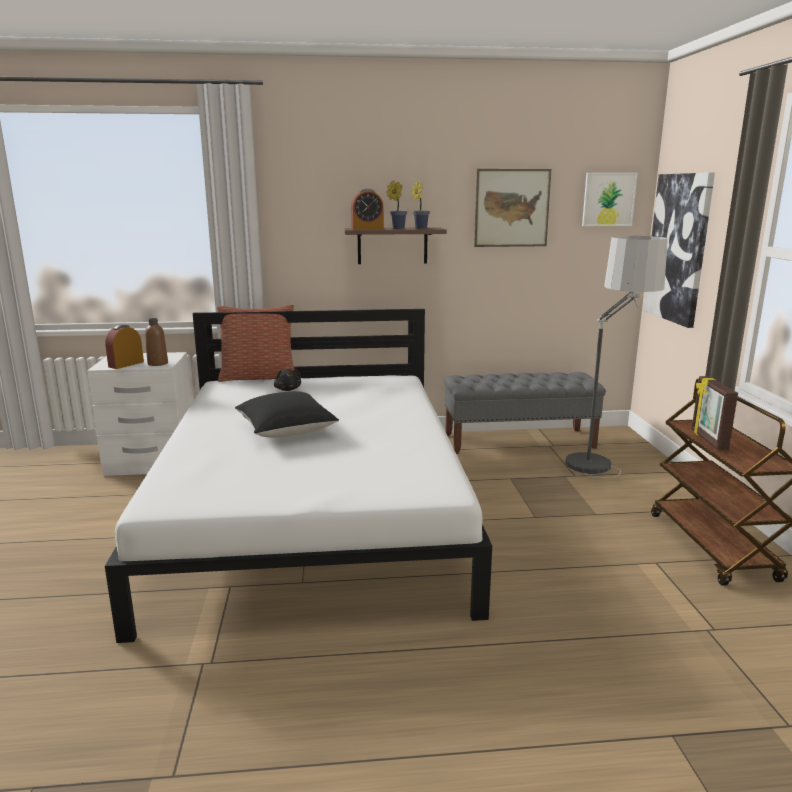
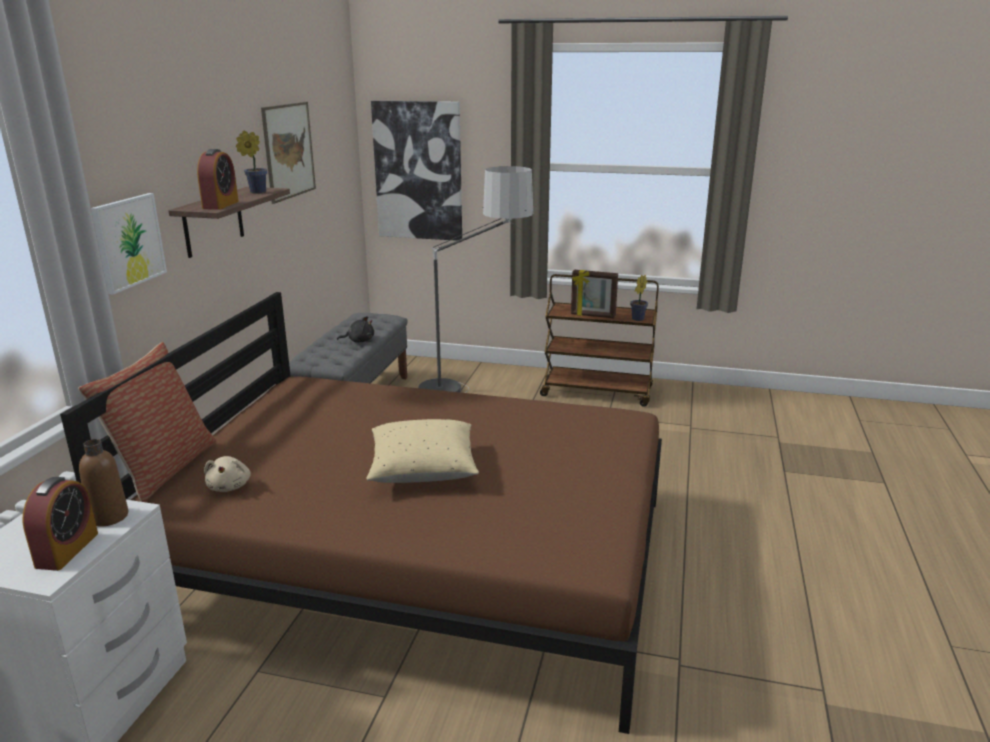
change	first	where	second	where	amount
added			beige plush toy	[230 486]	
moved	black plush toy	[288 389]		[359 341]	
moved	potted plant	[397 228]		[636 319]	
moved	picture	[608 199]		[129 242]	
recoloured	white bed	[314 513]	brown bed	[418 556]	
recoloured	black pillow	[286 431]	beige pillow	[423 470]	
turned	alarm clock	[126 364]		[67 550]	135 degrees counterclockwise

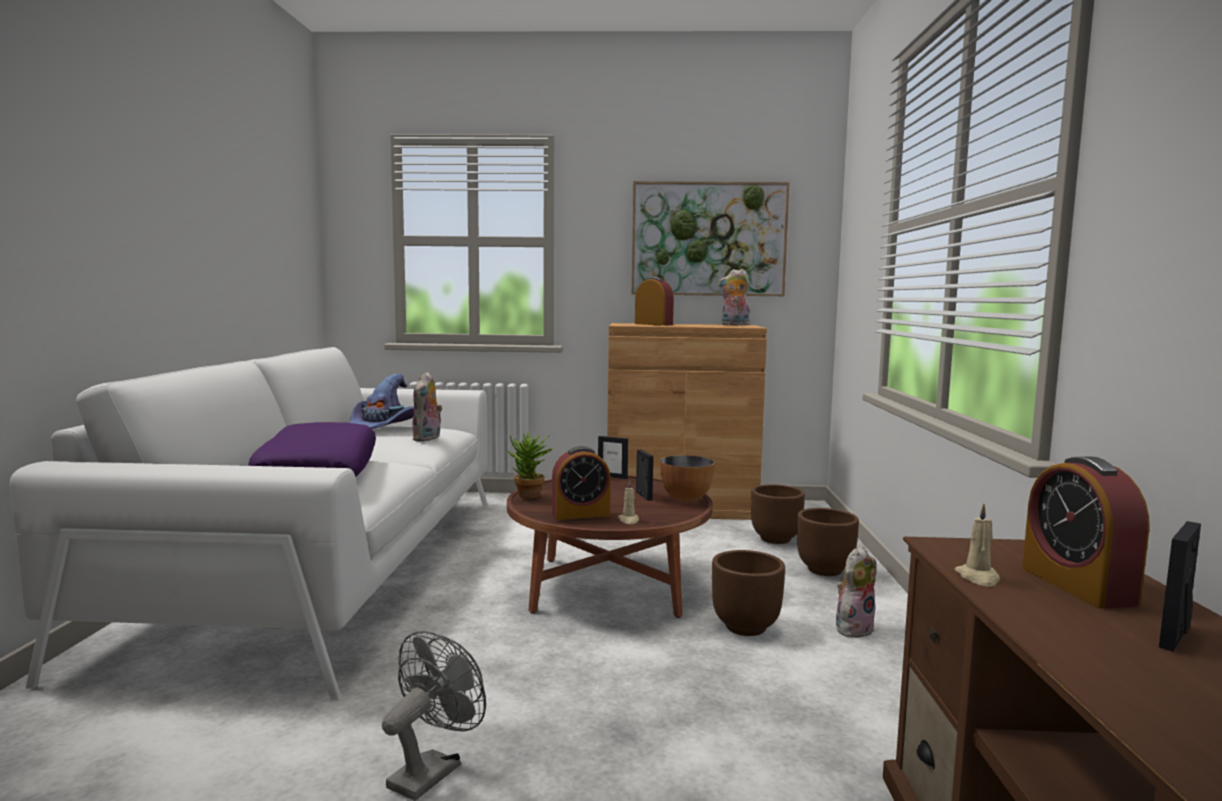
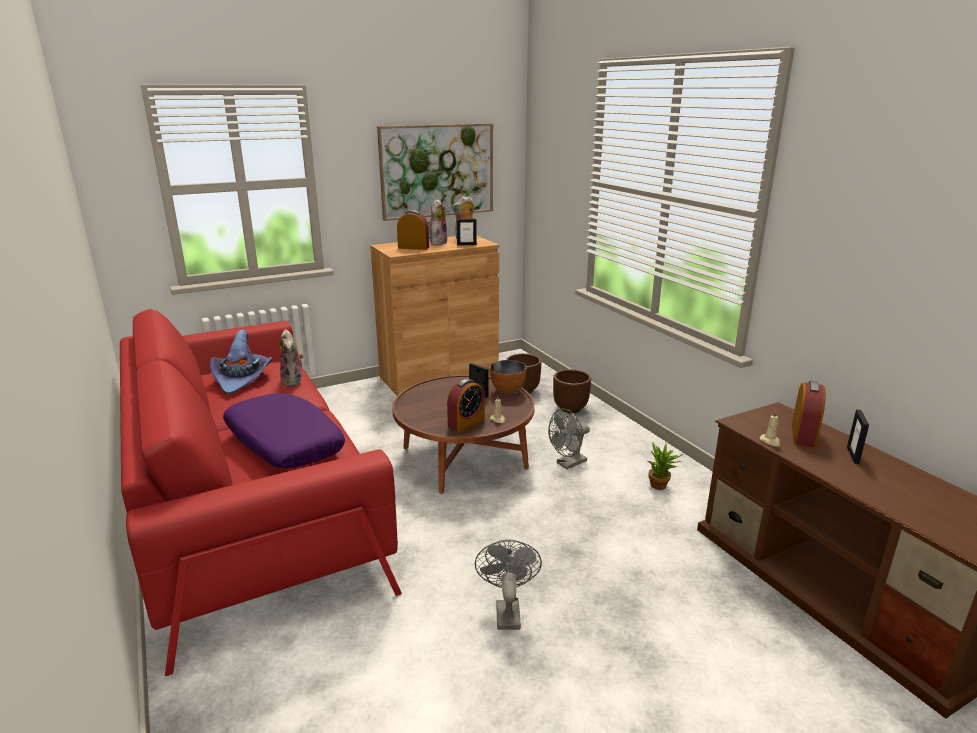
change	first	where	second	where	amount
moved	potted plant	[529 496]		[661 487]	
moved	picture frame	[612 477]		[466 245]	
moved	plush toy	[853 628]		[437 242]	
replaced	brown planter	[746 628]	grey fan	[568 464]	
recoloured	white sofa	[329 567]	red sofa	[250 501]	
turned	alarm clock	[1077 586]		[803 435]	120 degrees counterclockwise

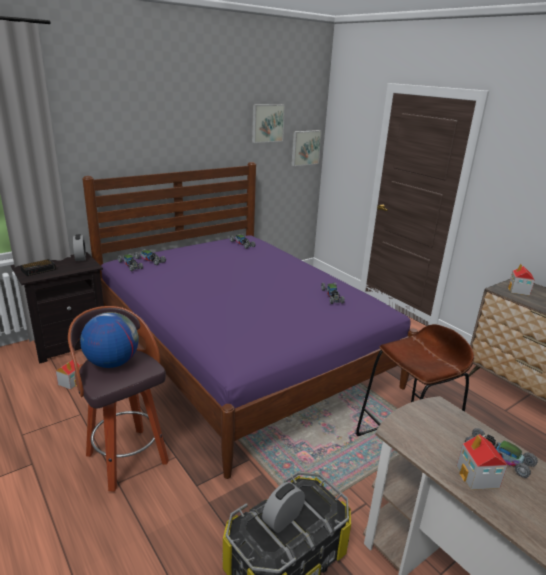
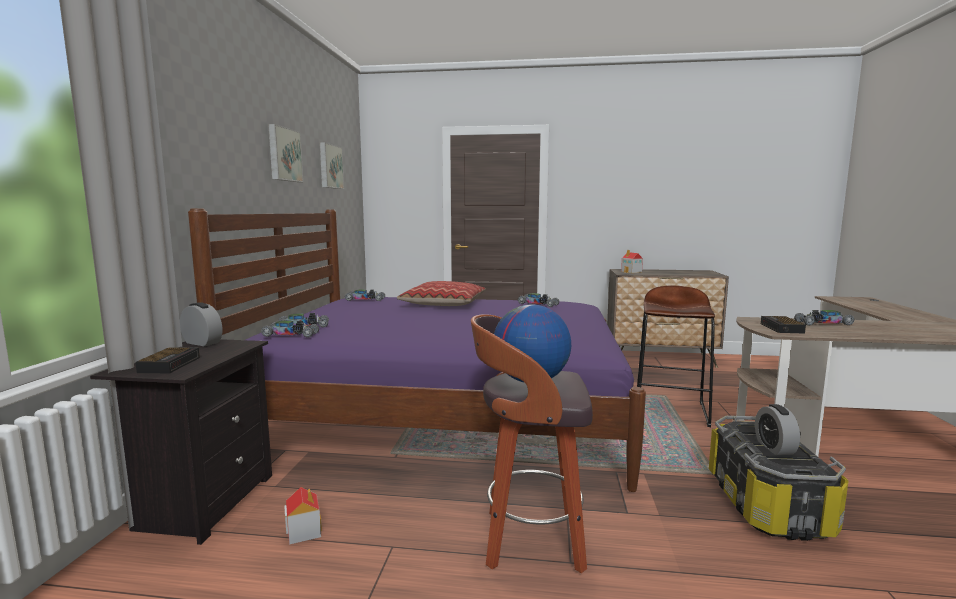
change	first	where	second	where	amount
removed	toy house	[478 477]			
added			pillow	[443 304]	
added			alarm clock	[782 328]	
moved	picture	[305 147]		[283 154]	

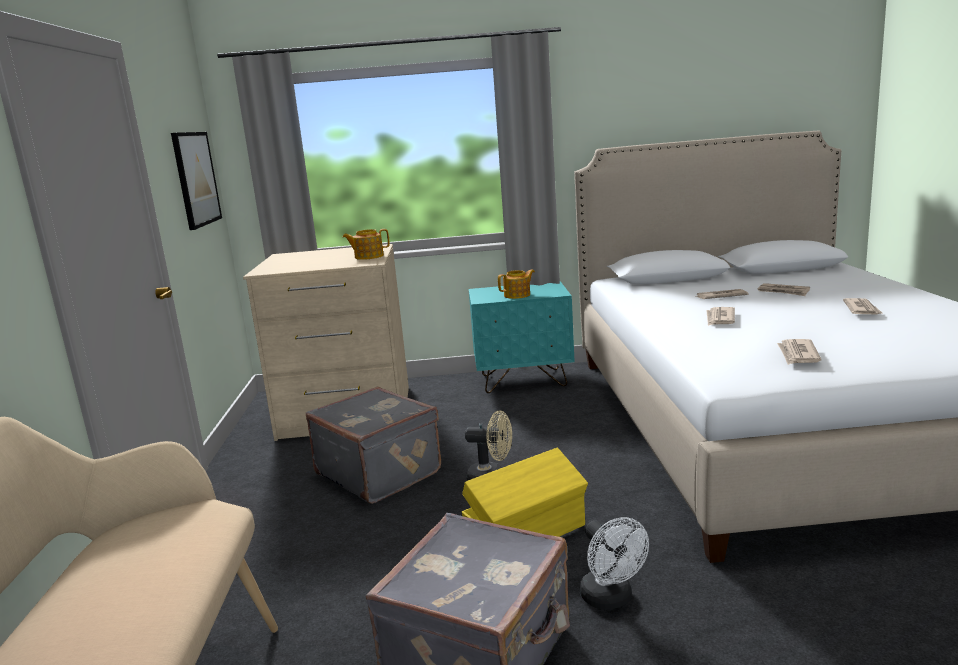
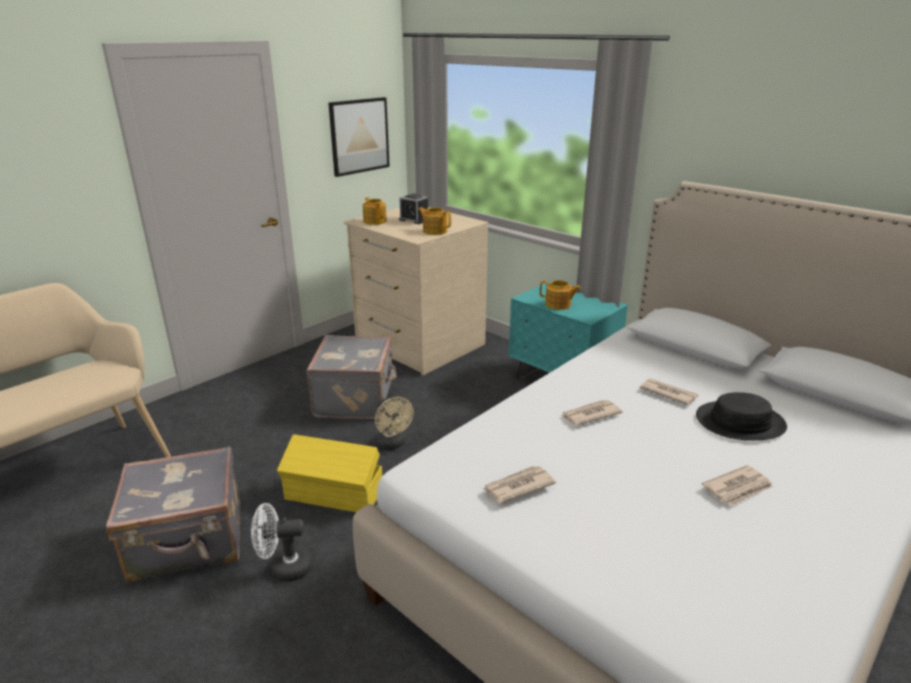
change	first	where	second	where	amount
added			teapot	[375 221]	
added			alarm clock	[414 220]	
replaced	newspaper	[783 292]	black hat	[740 422]	
turned	white fan	[611 599]		[284 568]	60 degrees clockwise

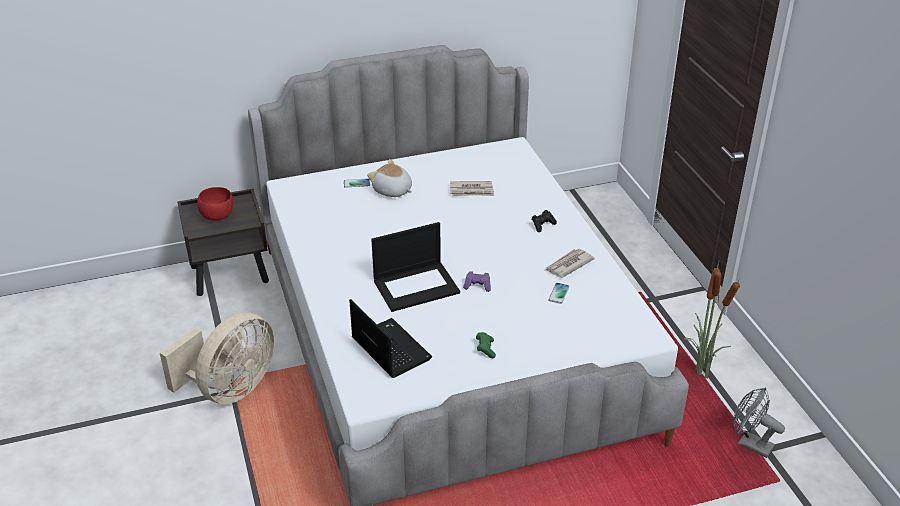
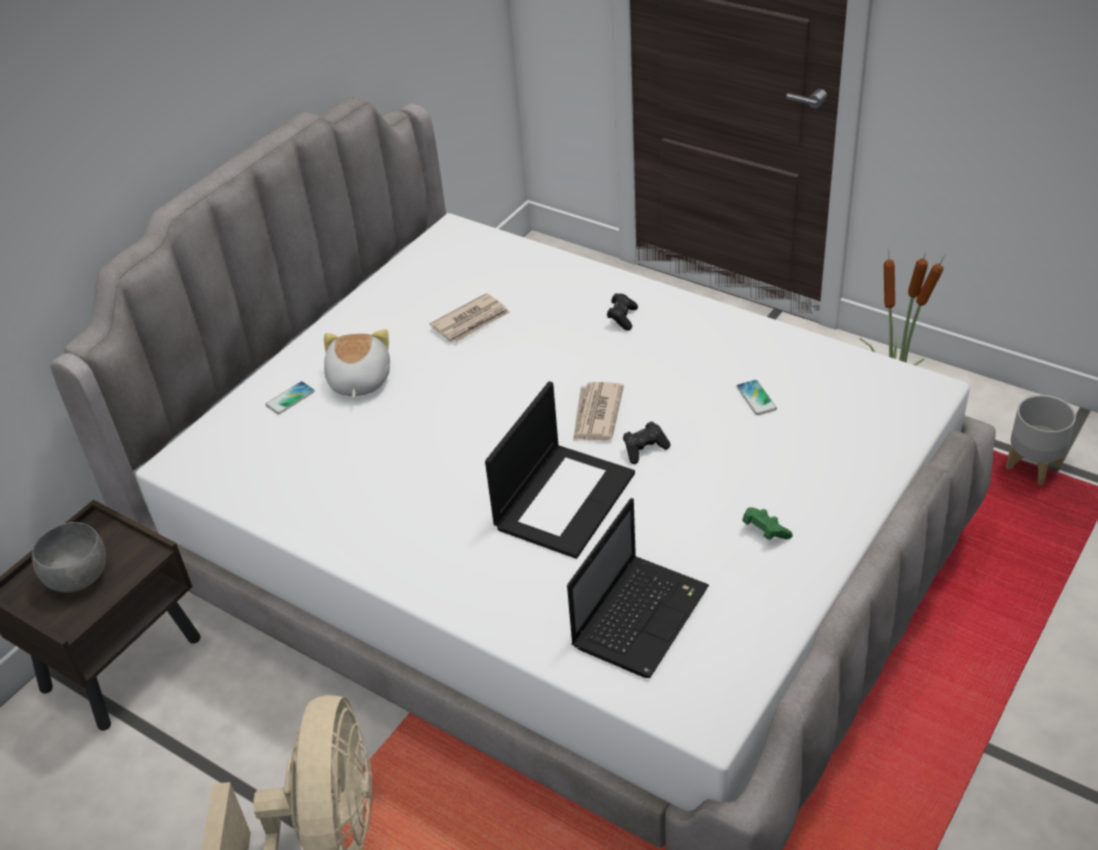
change	first	where	second	where	amount
moved	newspaper	[568 265]		[596 415]	
replaced	grey fan	[749 444]	grey planter	[1033 468]	
recoloured	red bowl	[218 216]	grey bowl	[79 577]	
recoloured	purple game controller	[477 286]	black game controller	[644 449]	
turned	laptop	[389 348]		[641 615]	105 degrees clockwise
turned	plush toy	[392 191]		[358 381]	90 degrees clockwise

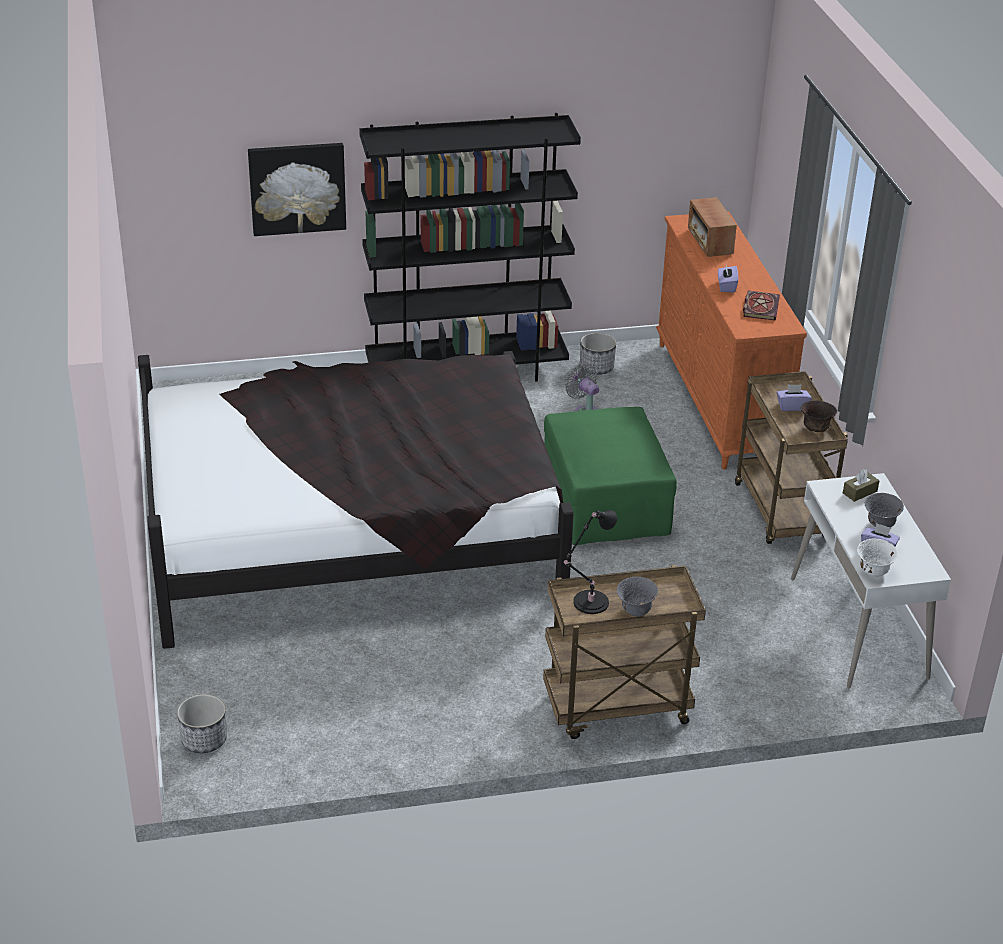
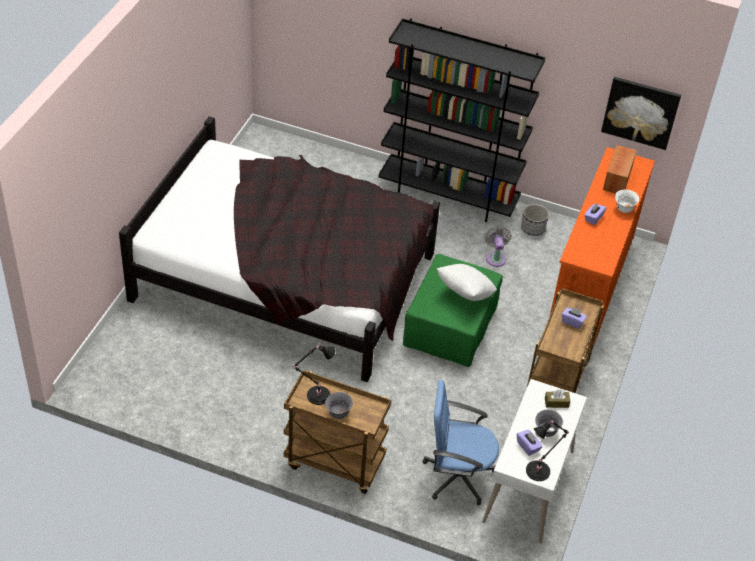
change	first	where	second	where	amount
removed	planter	[204 740]			
removed	book	[760 307]			
removed	brown bowl	[815 429]			
added			blue office chair	[457 475]	
added			white pillow	[464 294]	
added			black table lamp	[540 470]	
moved	picture	[297 188]		[640 112]	
moved	white bowl	[874 572]		[624 209]	

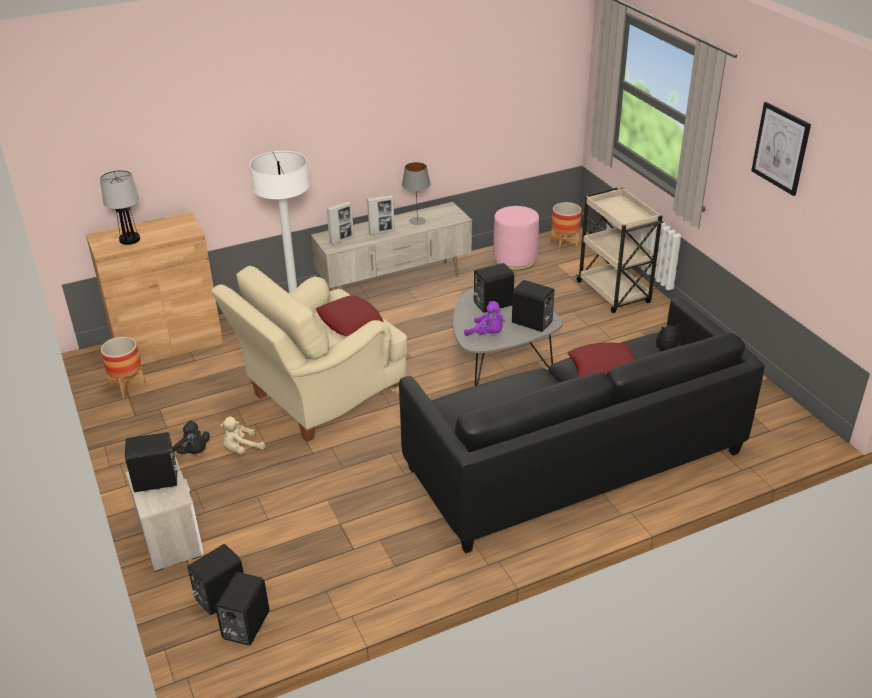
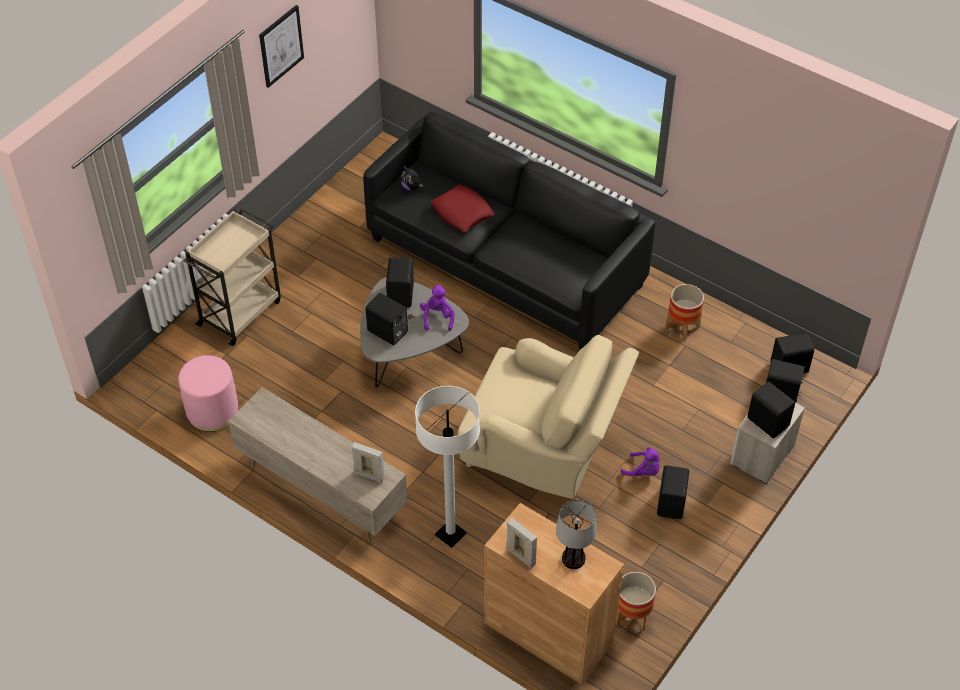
change	first	where	second	where	amount
removed	red pillow	[349 321]			
removed	grey table lamp	[417 221]			
moved	picture frame	[382 232]		[521 556]	
moved	planter	[564 245]		[682 327]	
replaced	black plush toy	[192 452]	black speaker	[672 503]	
recoloured	beige plush toy	[242 449]	purple plush toy	[643 471]	

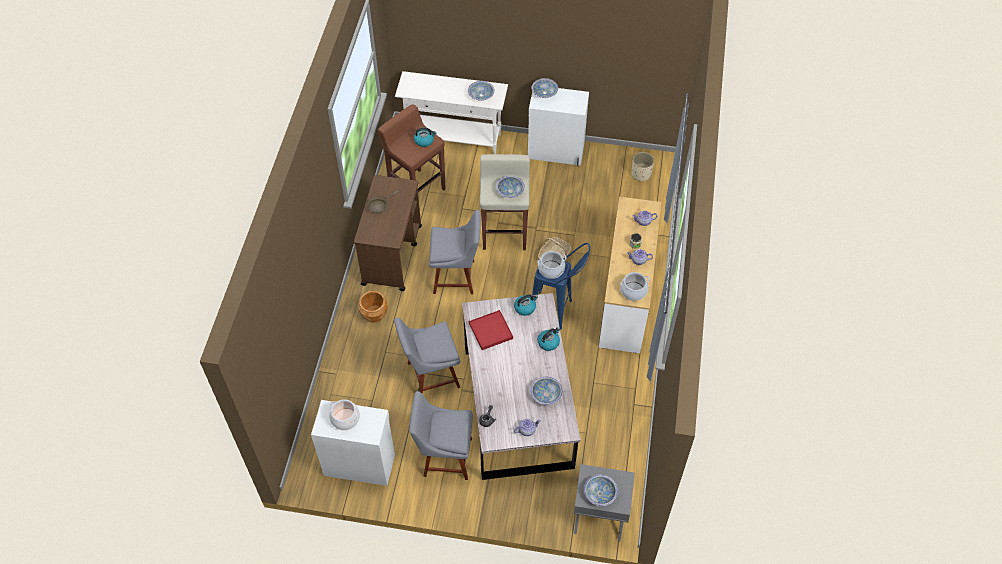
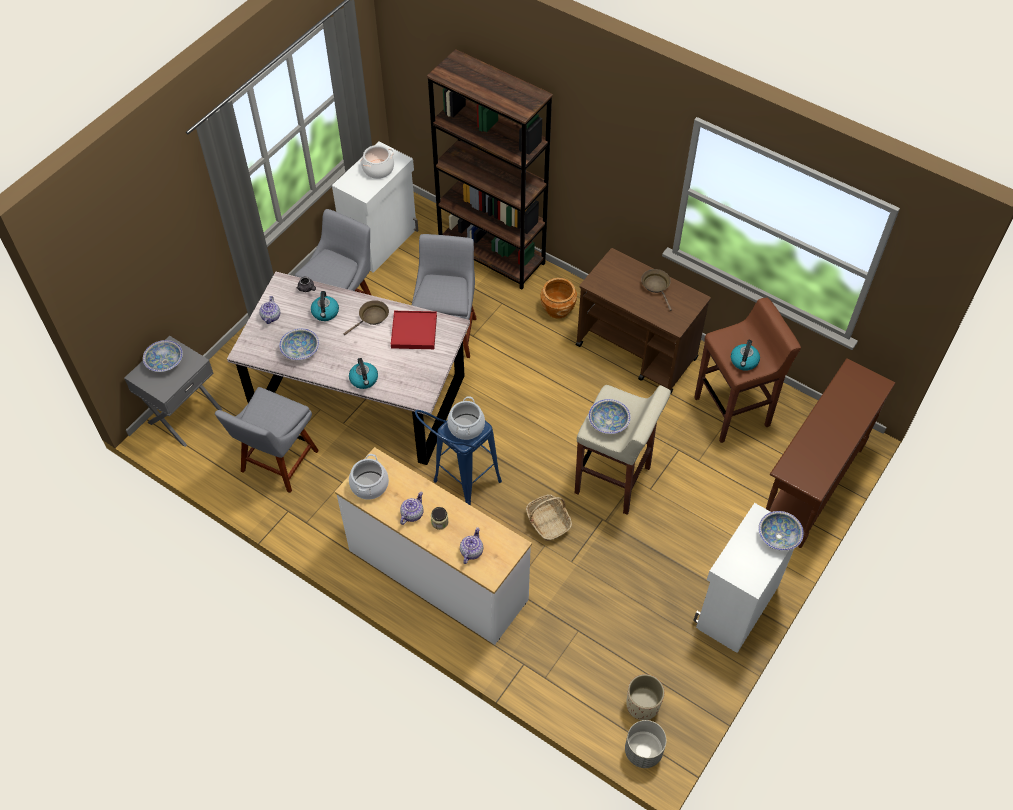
change	first	where	second	where	amount
removed	bowl	[481 95]			
added			brown frying pan	[372 317]	
added			brown bookcase	[492 254]	
added			grey planter	[643 751]	
moved	grey chair	[457 277]		[277 464]	
moved	kettle	[525 307]		[325 313]	
recoloured	white console table	[454 139]	brown console table	[811 487]	

